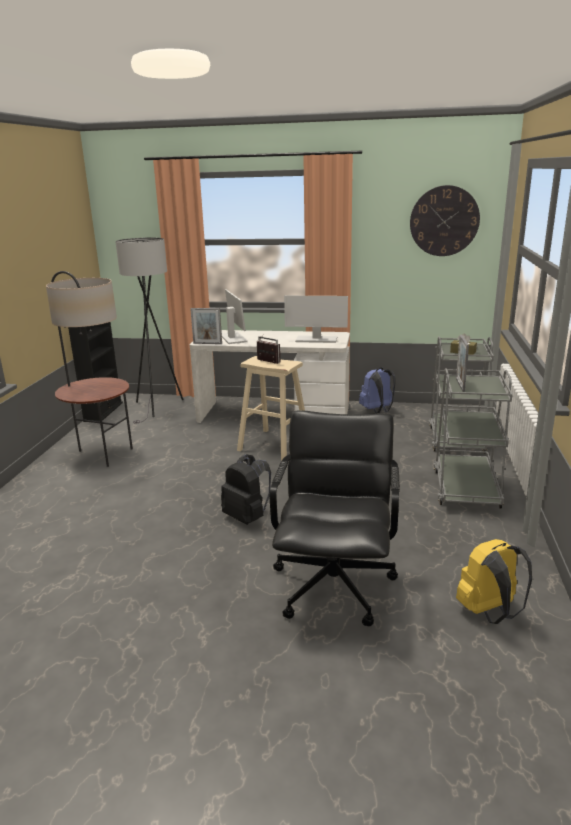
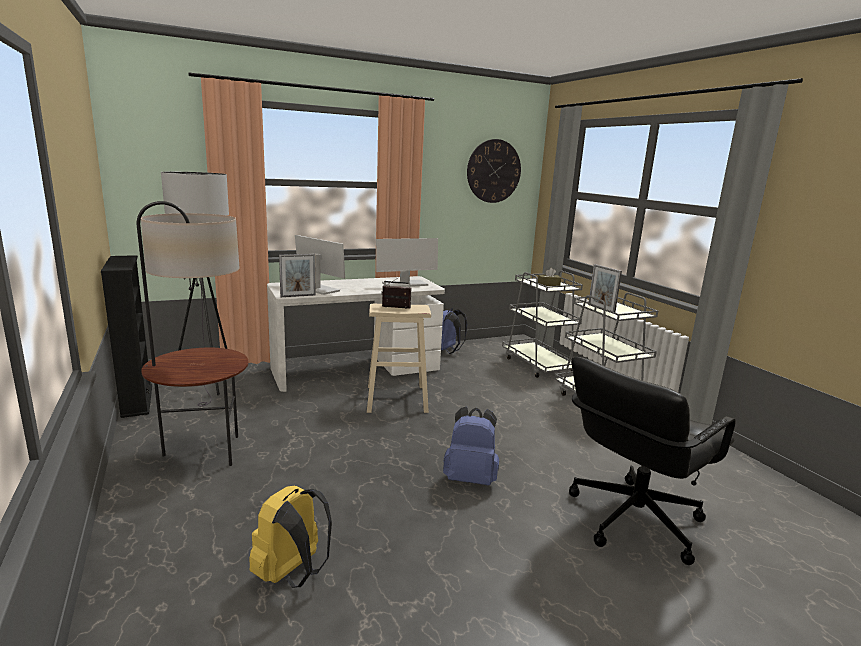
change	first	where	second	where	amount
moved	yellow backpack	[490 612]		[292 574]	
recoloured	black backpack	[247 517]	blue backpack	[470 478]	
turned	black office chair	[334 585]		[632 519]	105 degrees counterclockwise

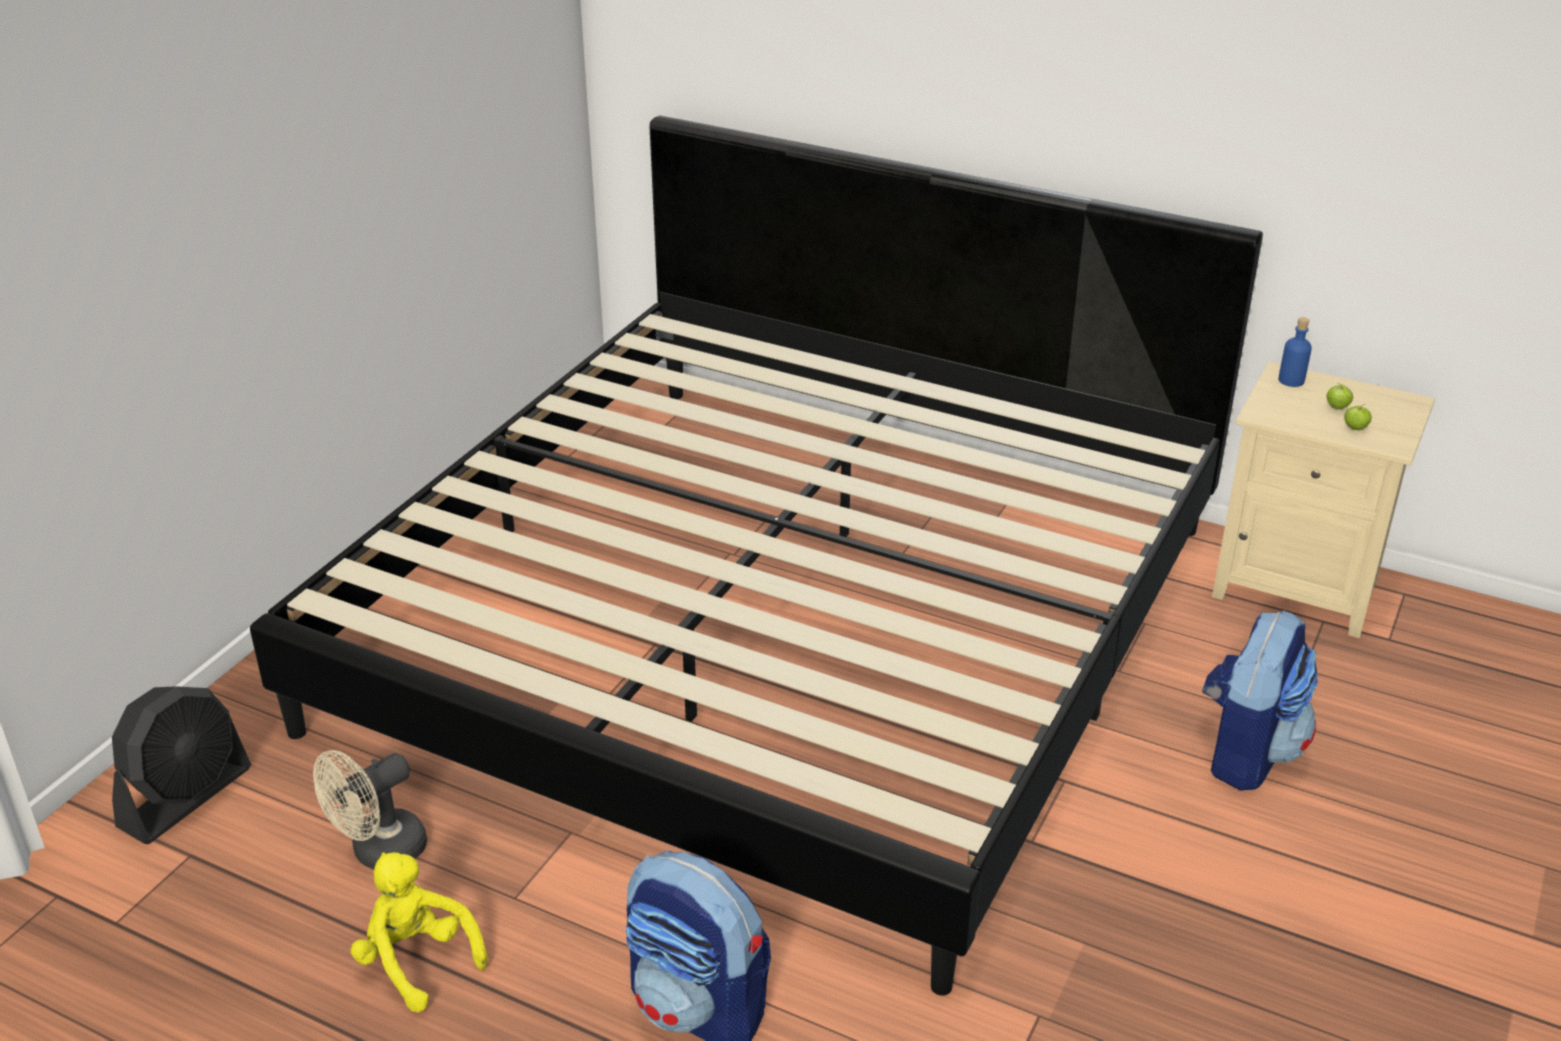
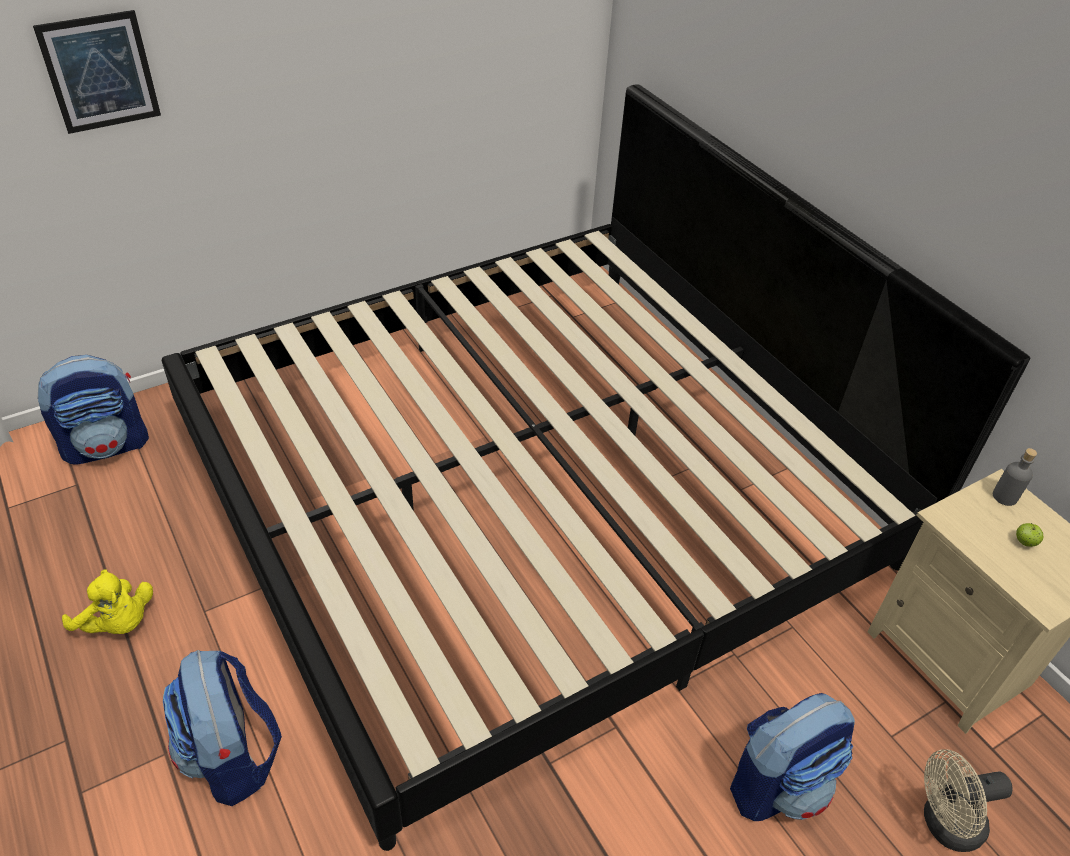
change	first	where	second	where	amount
removed	apple	[1355 428]			
added			picture	[100 72]	
moved	beige fan	[379 852]		[944 825]	
replaced	black fan	[186 797]	backpack	[107 445]	
recoloured	blue bottle	[1291 380]	grey bottle	[1004 496]	
turned	yellow plush toy	[417 960]		[118 623]	135 degrees clockwise

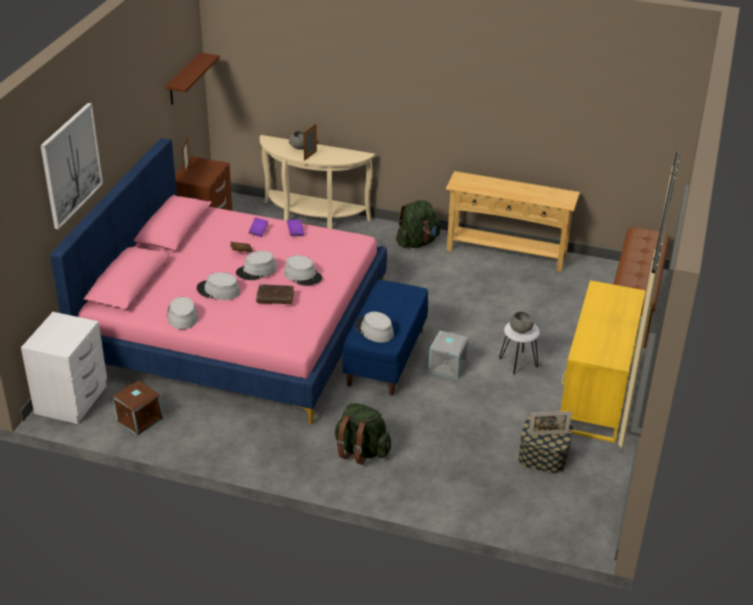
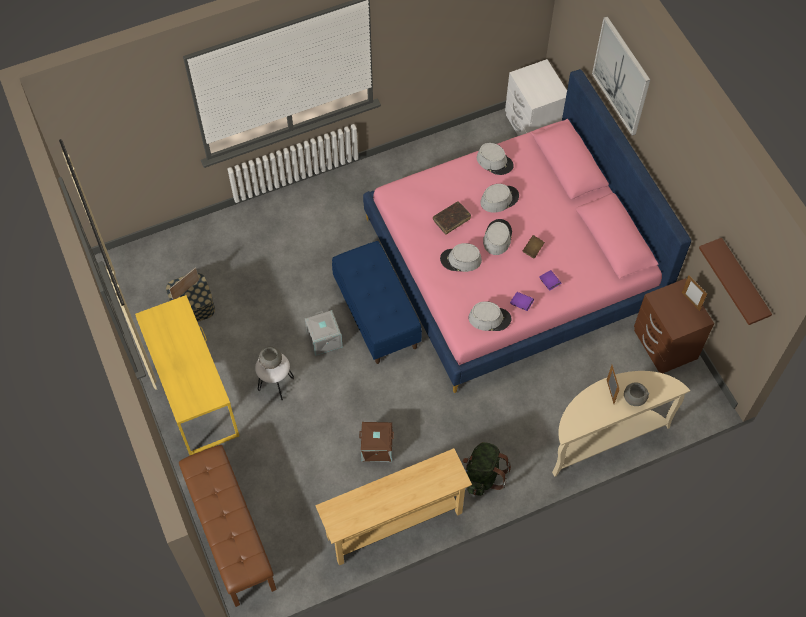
change	first	where	second	where	amount
removed	green backpack	[361 451]			
moved	brown storage box	[140 419]		[376 448]	
moved	grey hat	[374 330]		[489 318]	

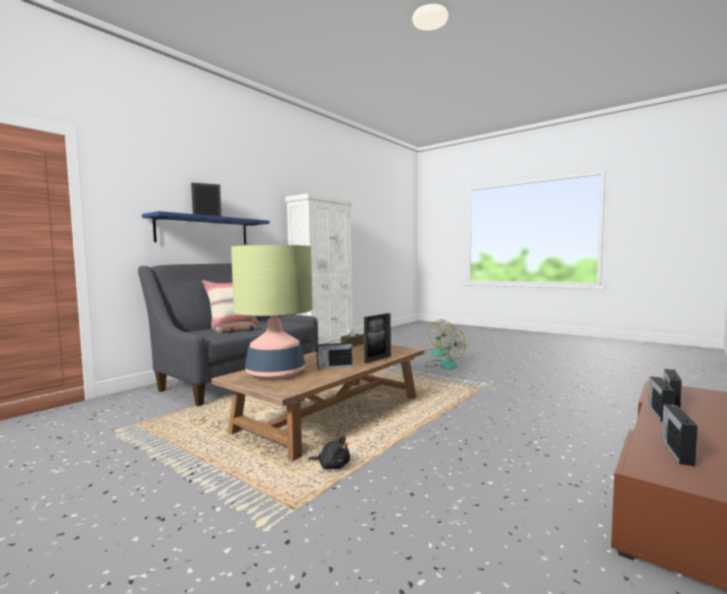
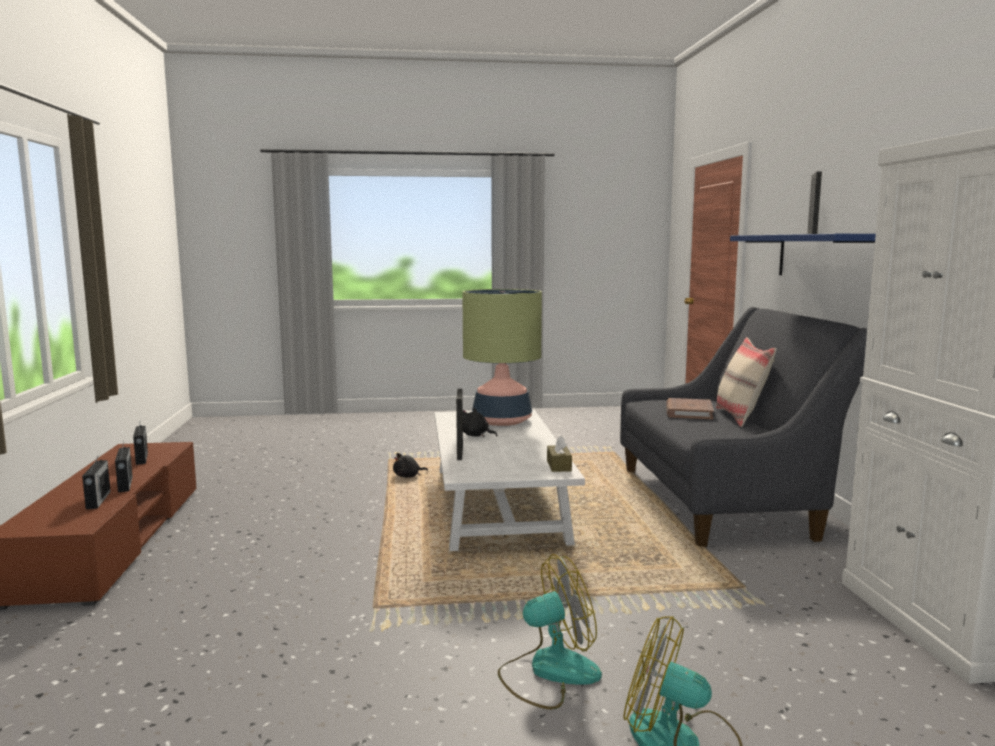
change	first	where	second	where	amount
replaced	radio	[334 367]	black plush toy	[476 435]	
recoloured	brown coffee table	[331 413]	white coffee table	[499 503]	
turned	fan	[444 364]		[548 672]	150 degrees clockwise

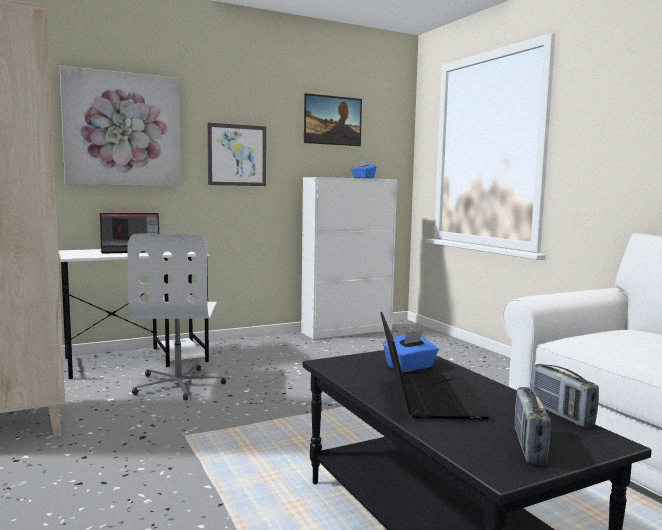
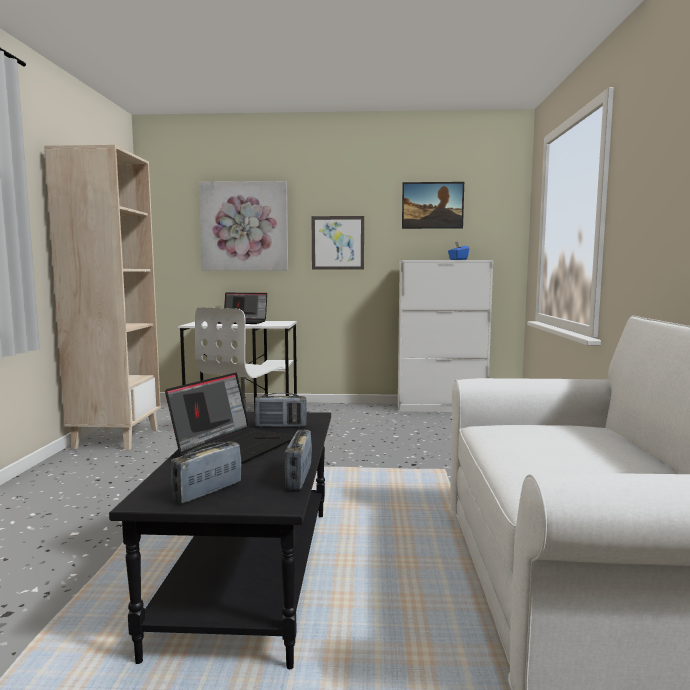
change	first	where	second	where	amount
replaced	blue tissue box	[410 367]	radio	[281 426]	

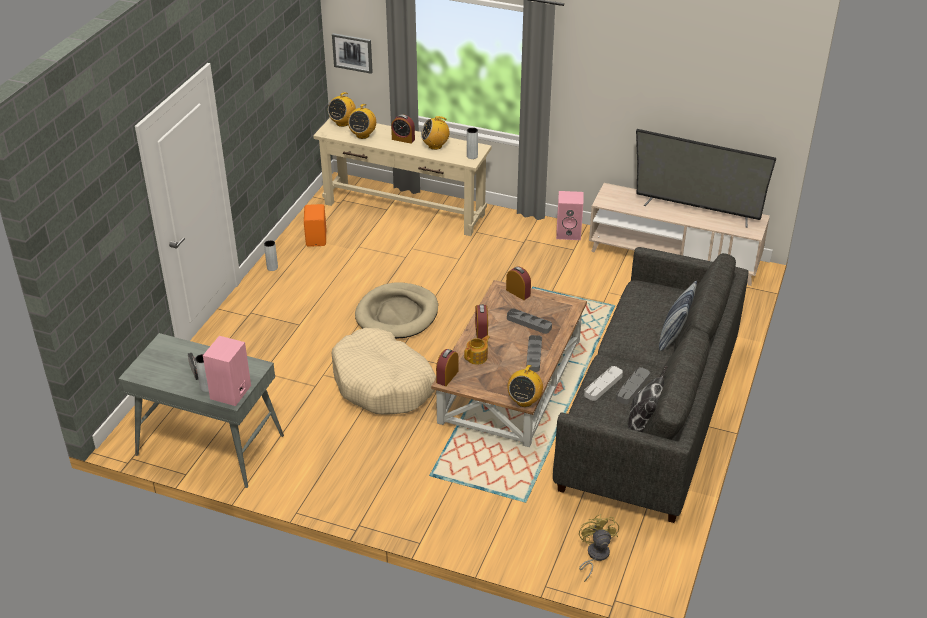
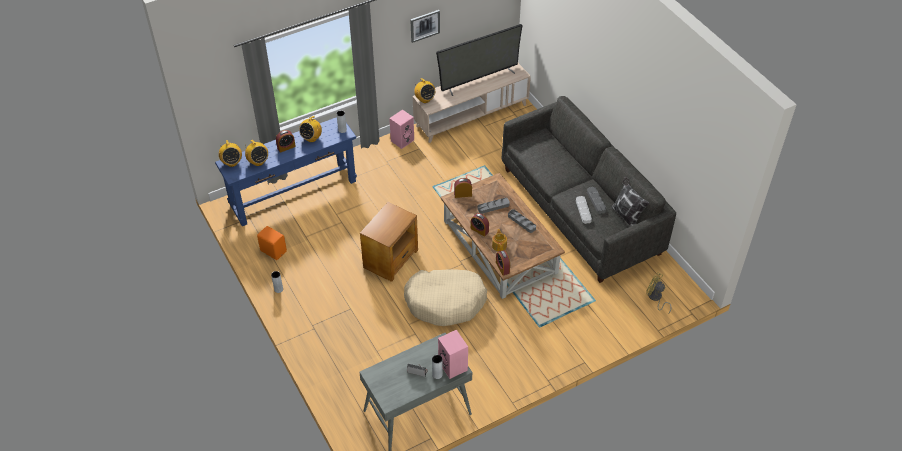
change	first	where	second	where	amount
removed	pillow	[674 336]			
moved	picture	[352 52]		[424 25]	
moved	radio	[524 401]		[424 99]	
replaced	beige dog bed	[397 314]	brown side table	[391 258]	
recoloured	beige console table	[404 209]	blue console table	[293 193]	

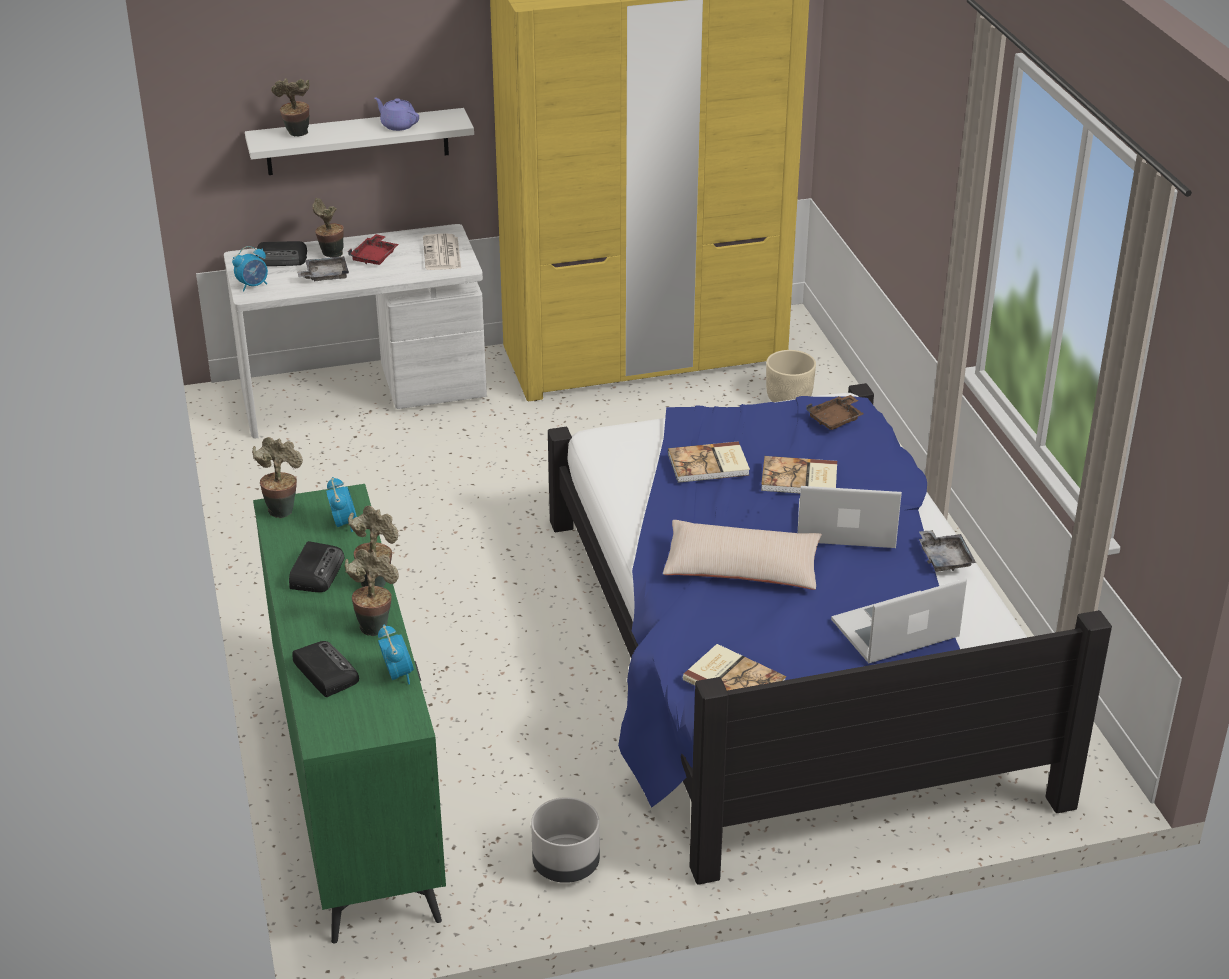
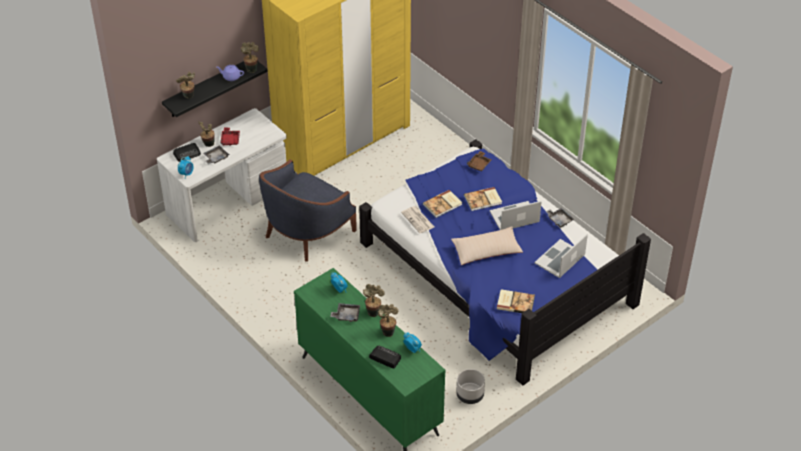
change	first	where	second	where	amount
removed	beige planter	[789 399]			
added			blue armchair	[306 231]	
moved	potted plant	[281 508]		[251 69]	
moved	newspaper	[442 254]		[418 220]	
replaced	radio	[316 571]	grey tray	[346 315]	
recoloured	white shelf	[357 141]	black shelf	[209 88]	

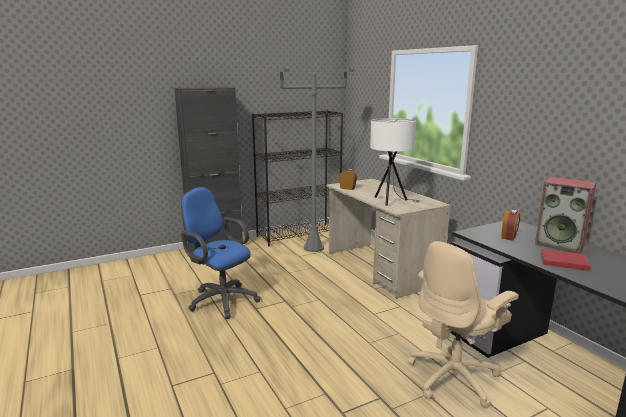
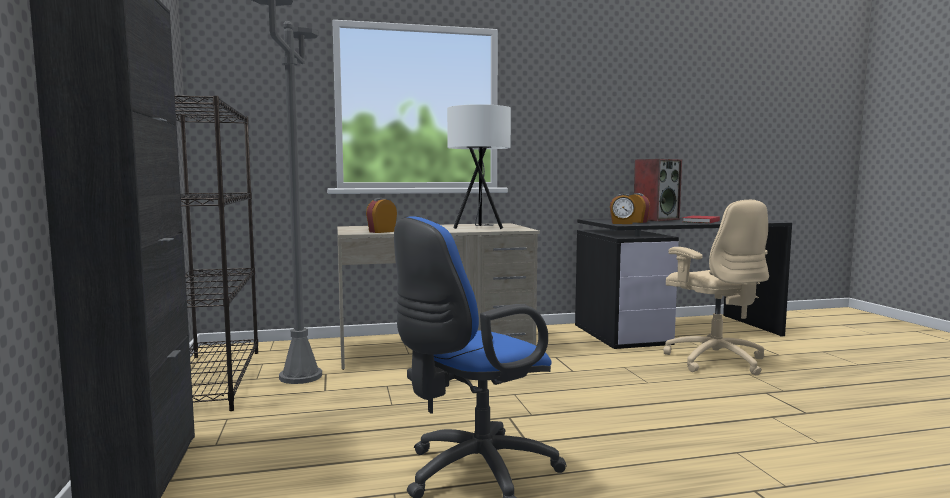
change	first	where	second	where	amount
added			alarm clock	[622 223]	

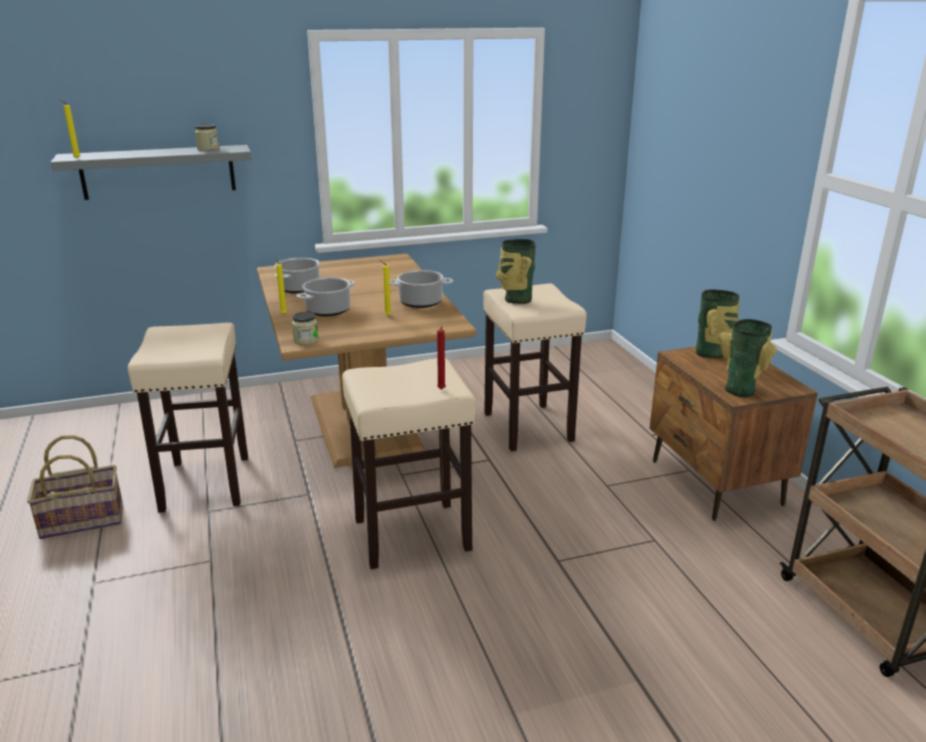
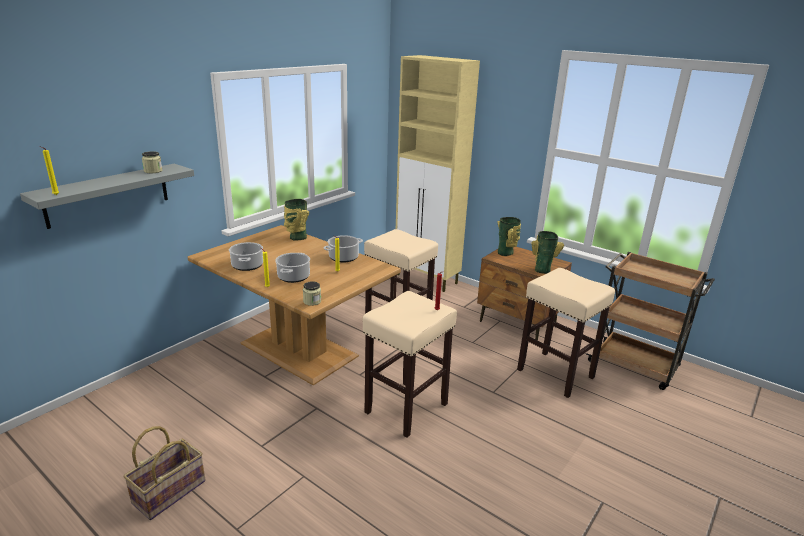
change	first	where	second	where	amount
added			beige cabinet	[427 279]	
moved	beige stool	[205 482]		[554 373]	
moved	vase	[516 299]		[297 237]	

